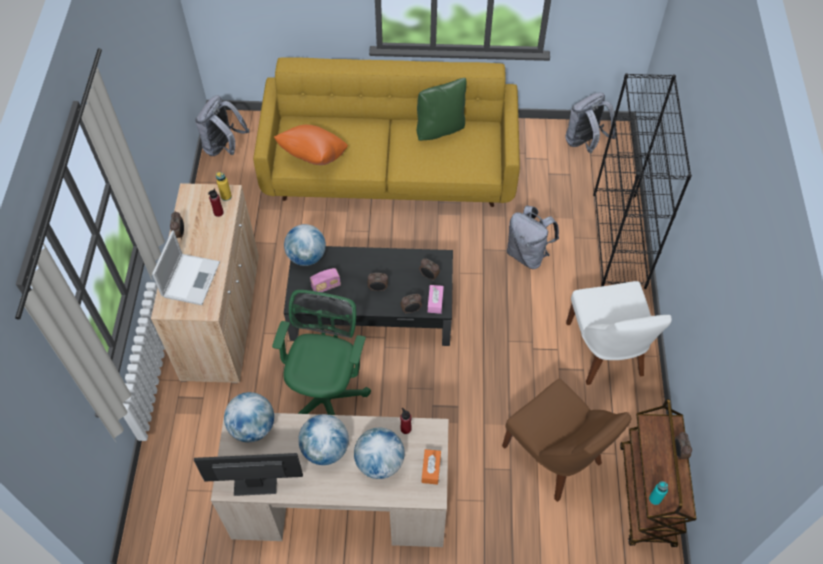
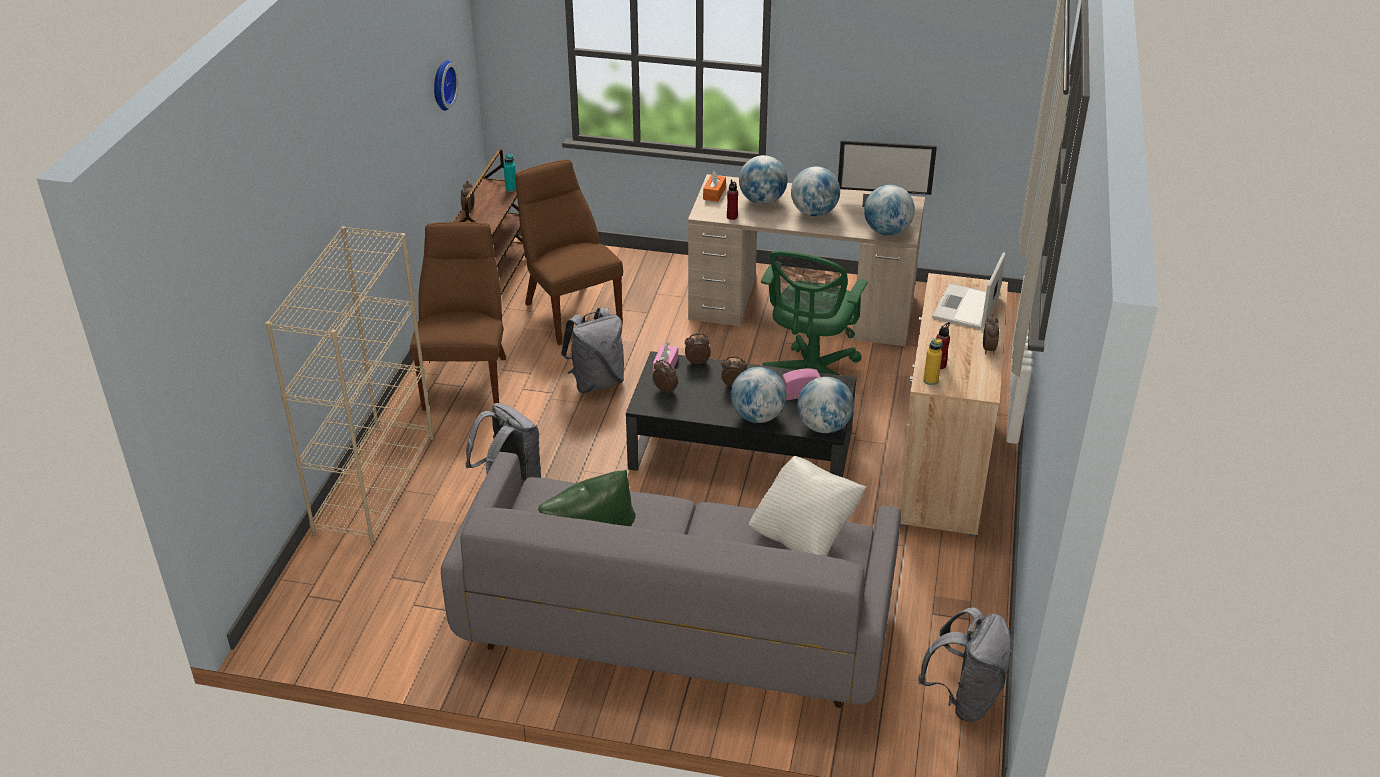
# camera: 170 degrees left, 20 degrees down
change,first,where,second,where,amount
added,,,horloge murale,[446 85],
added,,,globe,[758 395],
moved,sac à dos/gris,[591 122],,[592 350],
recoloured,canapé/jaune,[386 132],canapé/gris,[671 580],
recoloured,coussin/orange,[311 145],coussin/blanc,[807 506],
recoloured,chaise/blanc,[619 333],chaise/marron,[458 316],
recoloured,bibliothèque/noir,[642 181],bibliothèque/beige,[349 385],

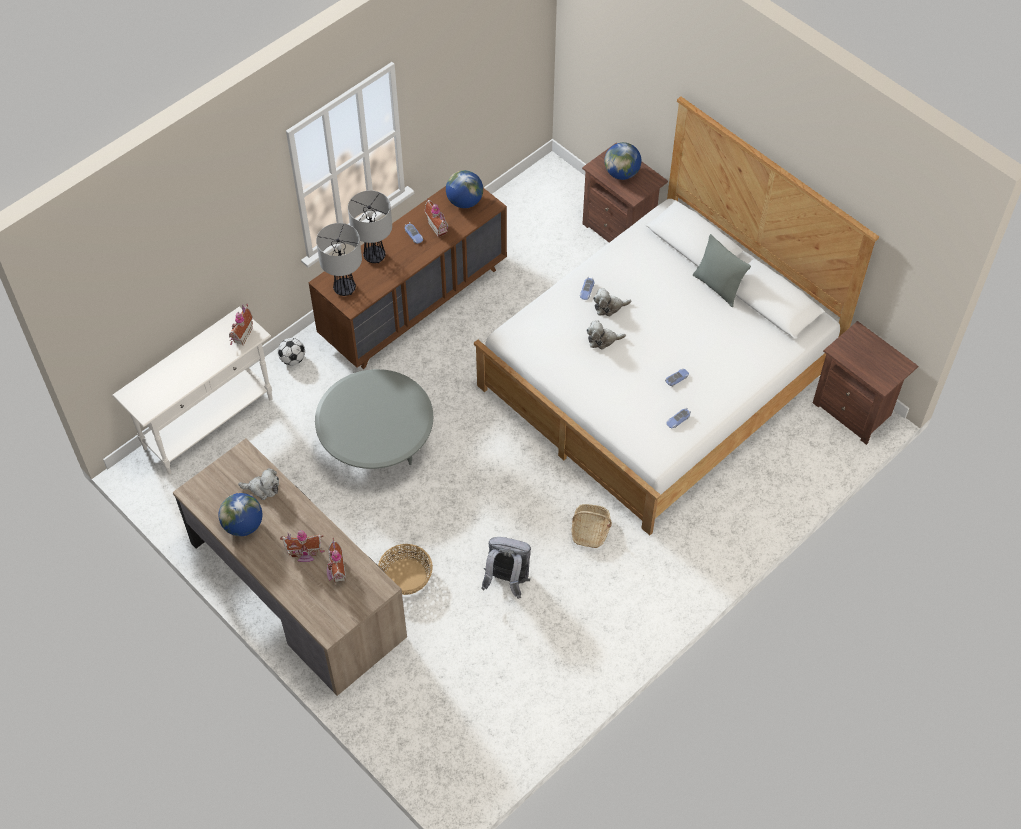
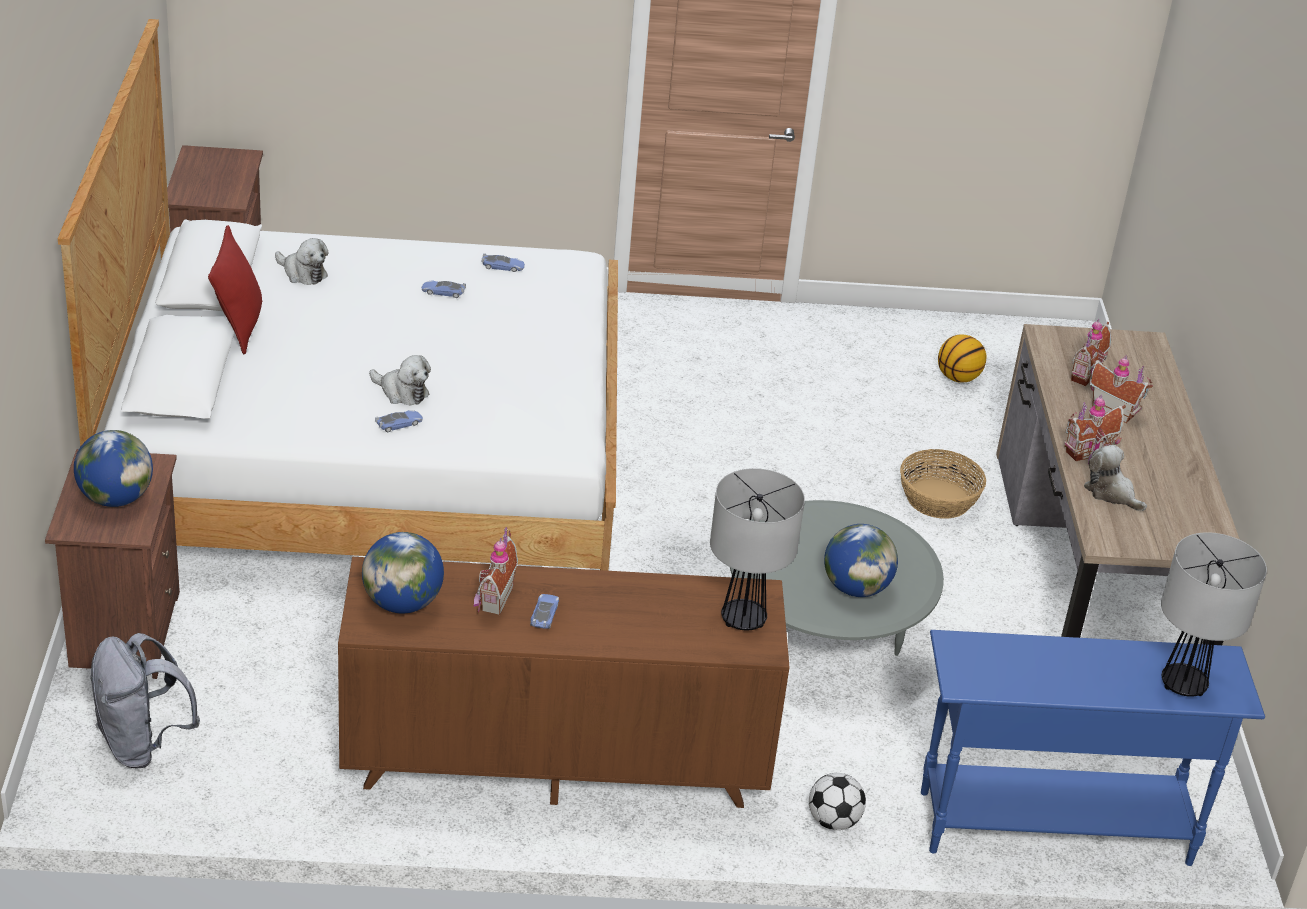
# camera: 140 degrees left, 20 degrees down
change,first,where,second,where,amount
removed,panier,[591 526],,,
added,,,ballon de basket,[962 358],
moved,globe,[240 514],,[861 560],
moved,maison miniature,[241 324],,[1095 429],
moved,lampe de table,[370 226],,[1214 614],
moved,sac à dos/gris,[506 568],,[145 700],
moved,peluche,[606 335],,[302 261],
recoloured,table console/blanc,[192 391],table console/bleu,[1093 748],
recoloured,coussin/gris,[722 270],coussin/rouge,[235 289],

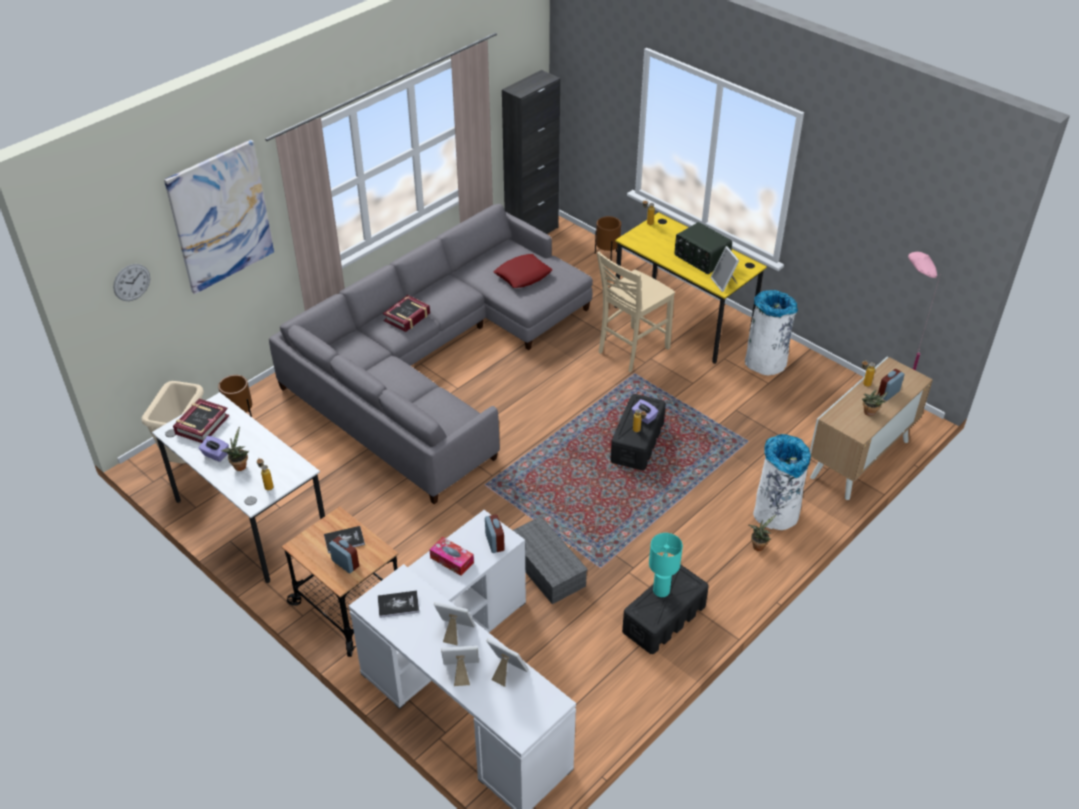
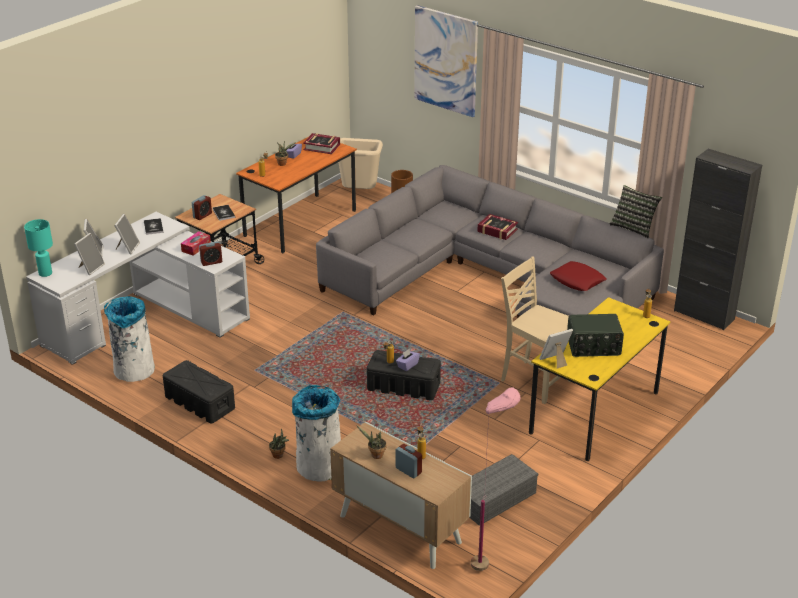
# camera: 85 degrees right, 10 degrees down
change,first,where,second,where,amount
removed,horloge murale,[131 282],,,
removed,cache-pot/marron,[608 238],,,
added,,,coussin,[636 212],
moved,boîte de rangement/gris,[550 560],,[503 490],
moved,lampe de table/turquoise,[666 565],,[38 248],
moved,poubelle/blanc,[771 332],,[129 339],
recoloured,bureau/blanc,[238 487],bureau/orange,[296 195],
turned,radio,[703 248],,[595 335],135 degrees counterclockwise

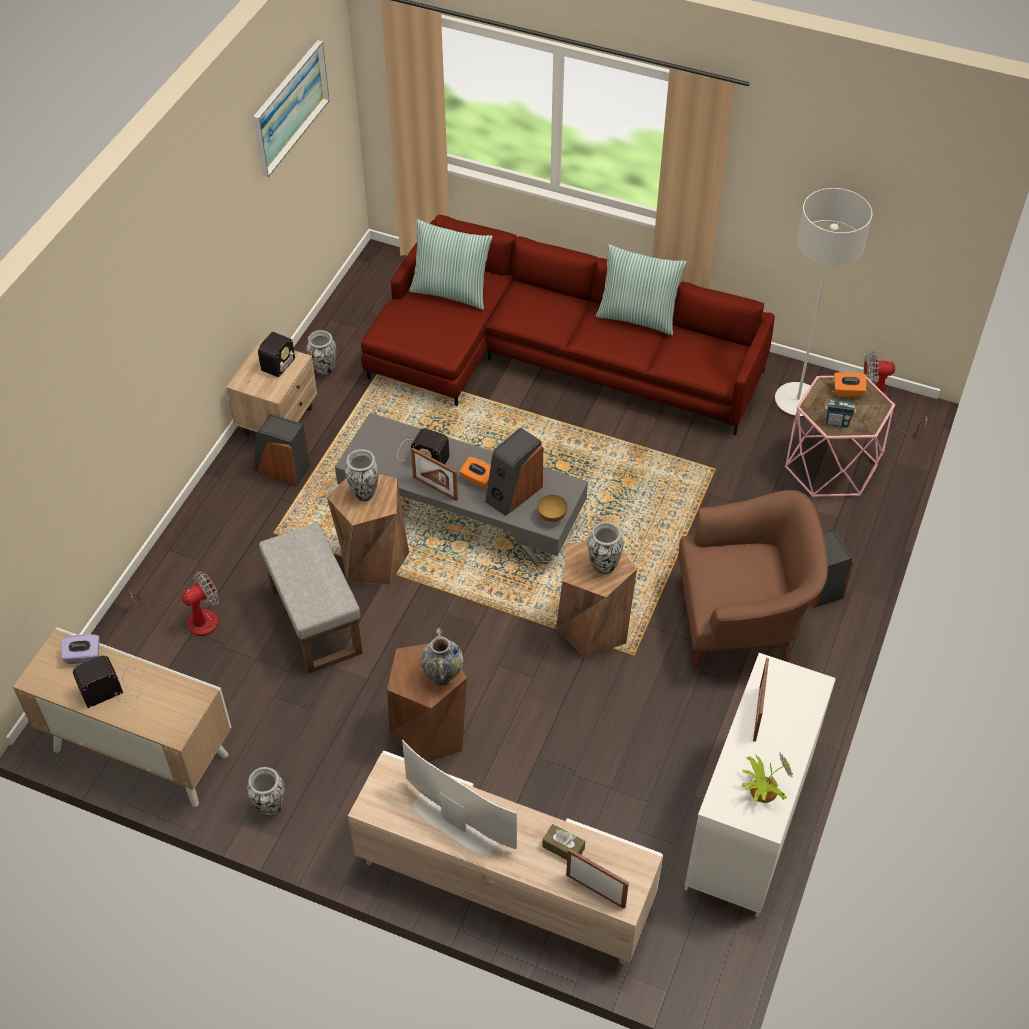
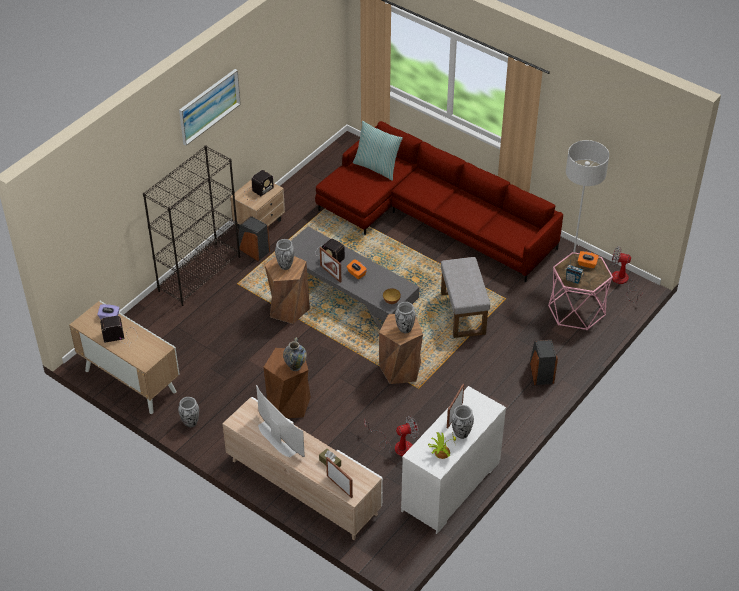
# camera: 15 degrees right, 5 degrees down
change,first,where,second,where,amount
removed,enceinte,[514 471],,,
removed,coussin,[641 289],,,
removed,fauteuil/marron,[753 578],,,
added,,,bibliothèque/noir,[191 226],
moved,ventilateur,[173 603],,[391 436],
moved,tableau,[291 109],,[210 107],
moved,pouf/gris,[311 598],,[465 297],
moved,vase,[321 353],,[462 422],

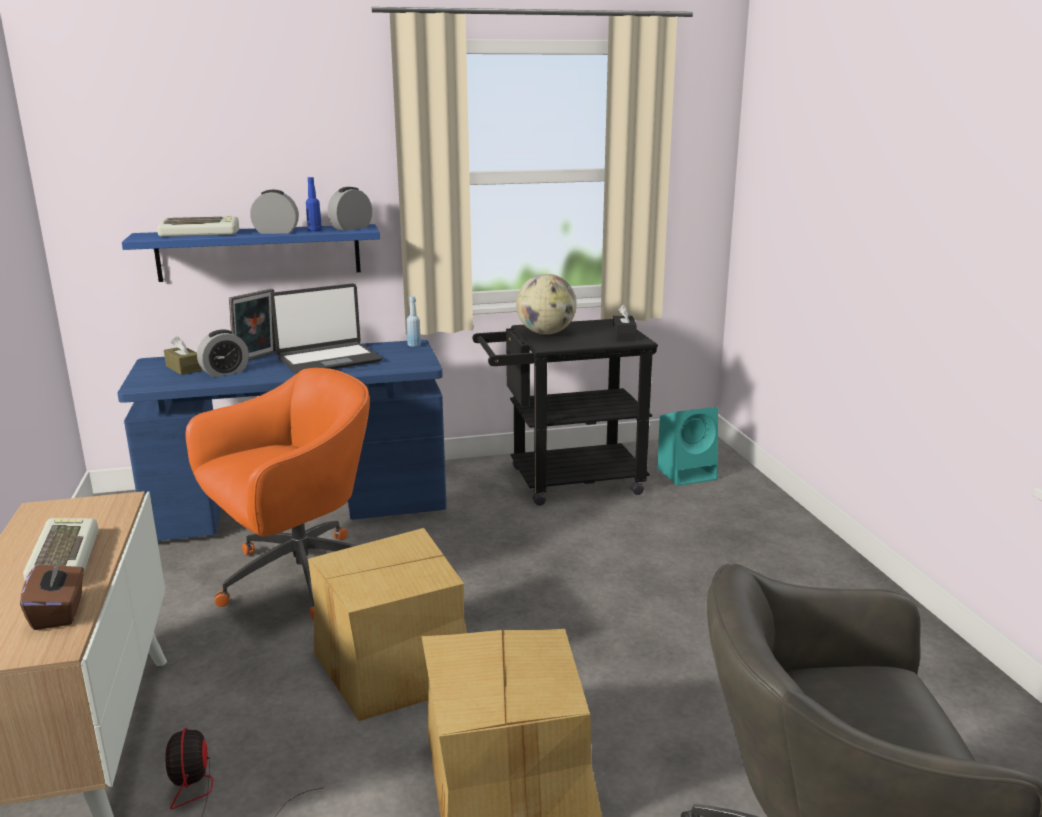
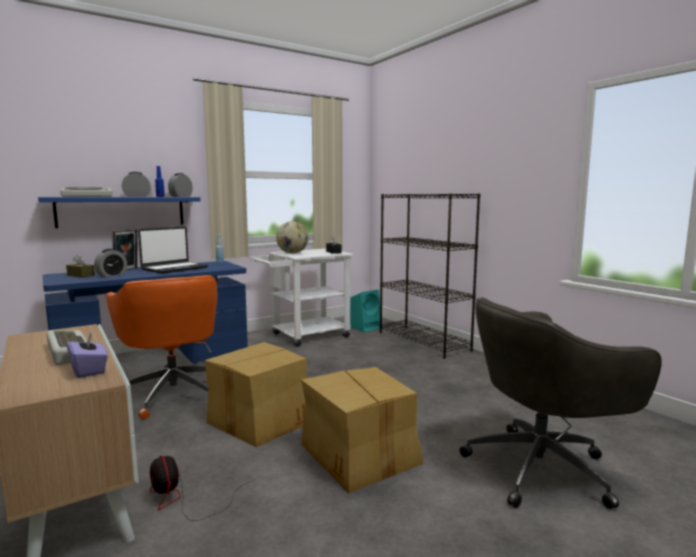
# camera: 20 degrees left, 10 degrees down
change,first,where,second,where,amount
added,,,bibliothèque/noir,[430 276],
recoloured,boîte à mouchoirs/marron,[52 592],boîte à mouchoirs/violet,[87 354],
recoloured,chariot/noir,[565 412],chariot/blanc,[302 298],
turned,chaise de bureau/orange,[277 494],,[162 347],120 degrees clockwise

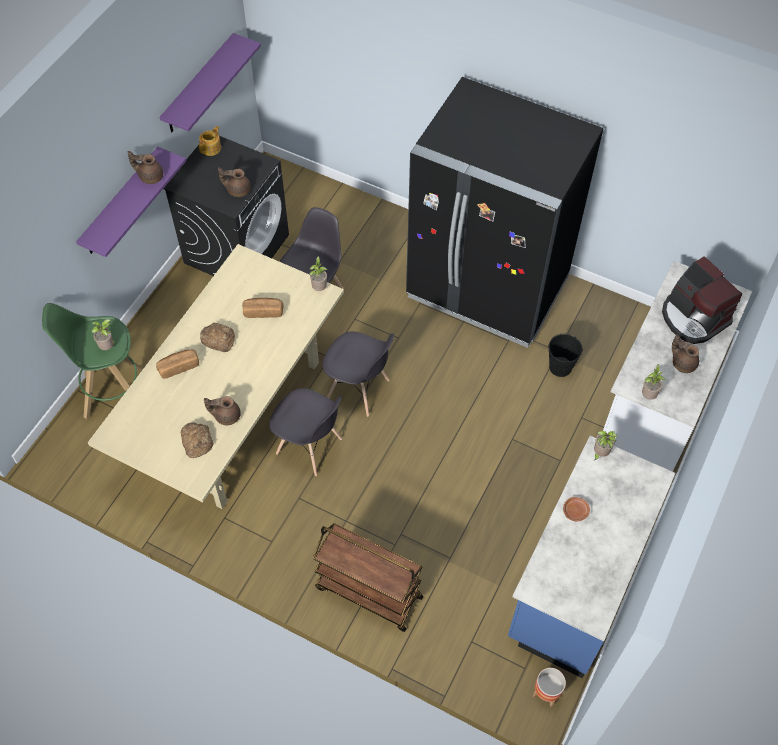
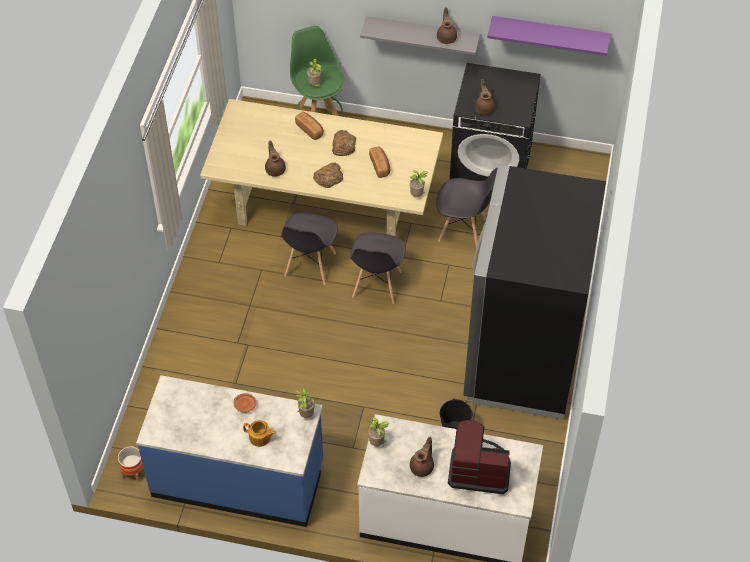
# camera: 75 degrees right, 5 degrees down
change,first,where,second,where,amount
removed,chariot/marron,[368 577],,,
moved,pain,[197 440],,[328 175],
moved,théière,[210 141],,[259 433],
recoloured,étagère/violet,[131 202],étagère/gris,[420 35],
turned,machine à café,[702 300],,[479 457],60 degrees clockwise

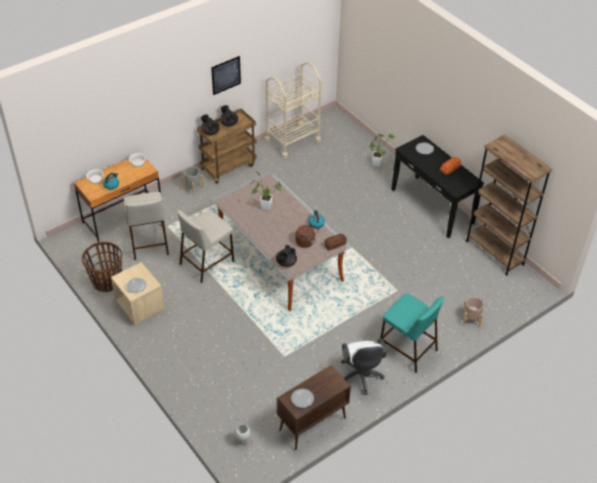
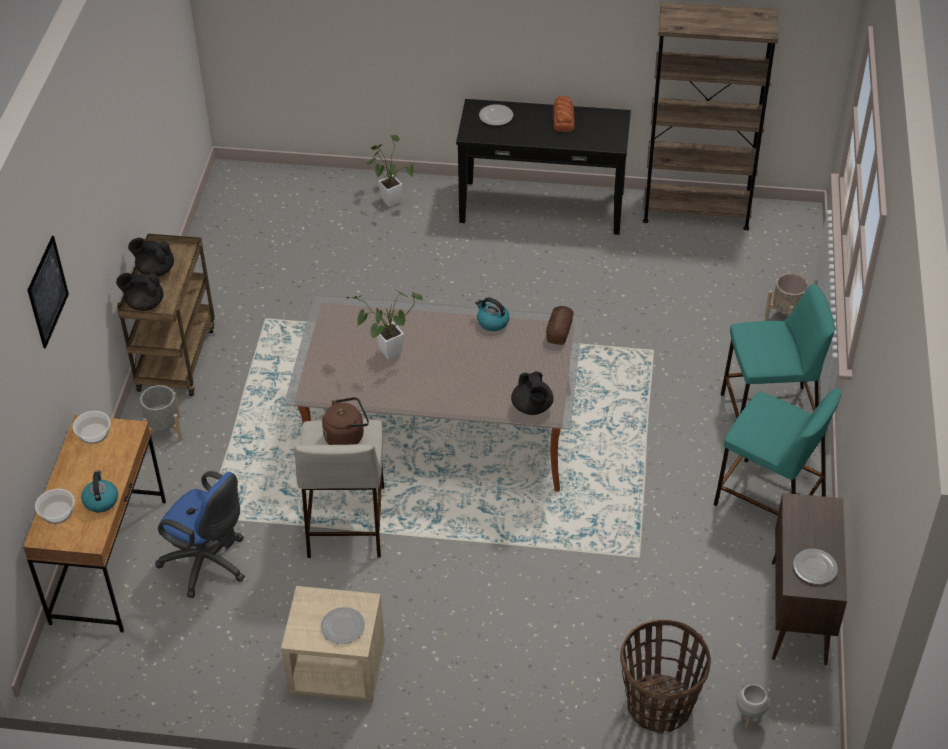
# camera: 45 degrees left, 0 degrees up
change,first,where,second,where,amount
removed,chariot/beige,[293 110],,,
moved,panier,[102 267],,[665 676],
moved,tableau,[226 75],,[48 292],
moved,bouilloire/marron,[307 236],,[345 421],
replaced,tabouret/beige,[146 226],chaise de bureau/bleu,[200 534],
replaced,chaise de bureau/blanc,[364 366],tabouret/turquoise,[777 451],

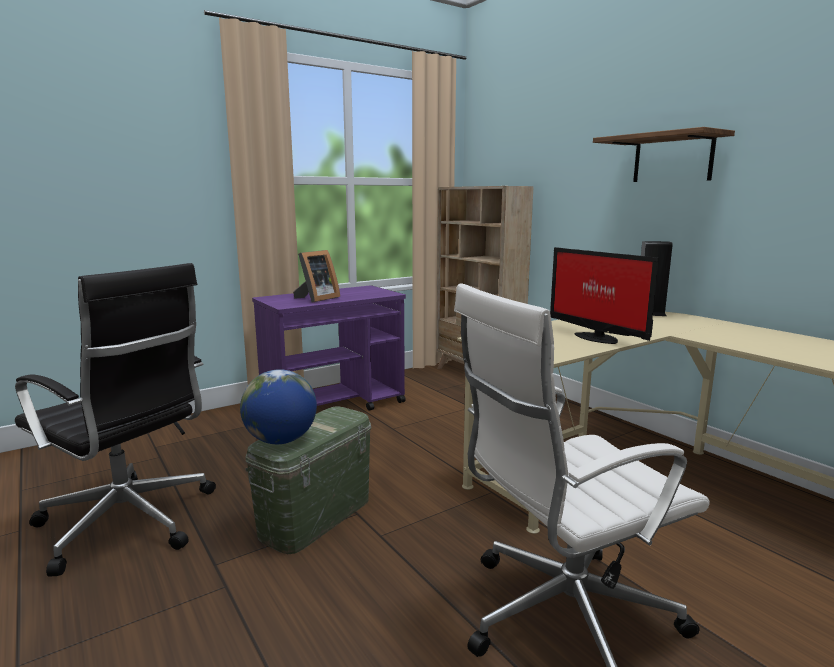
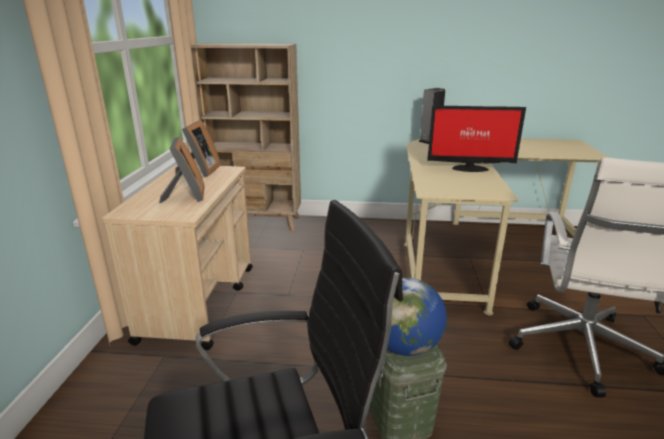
# camera: 50 degrees left, 10 degrees up
change,first,where,second,where,amount
removed,étagère,[664 154],,,
added,,,cadre photo,[198 148],
recoloured,chariot/violet,[329 348],chariot/beige,[177 257],

